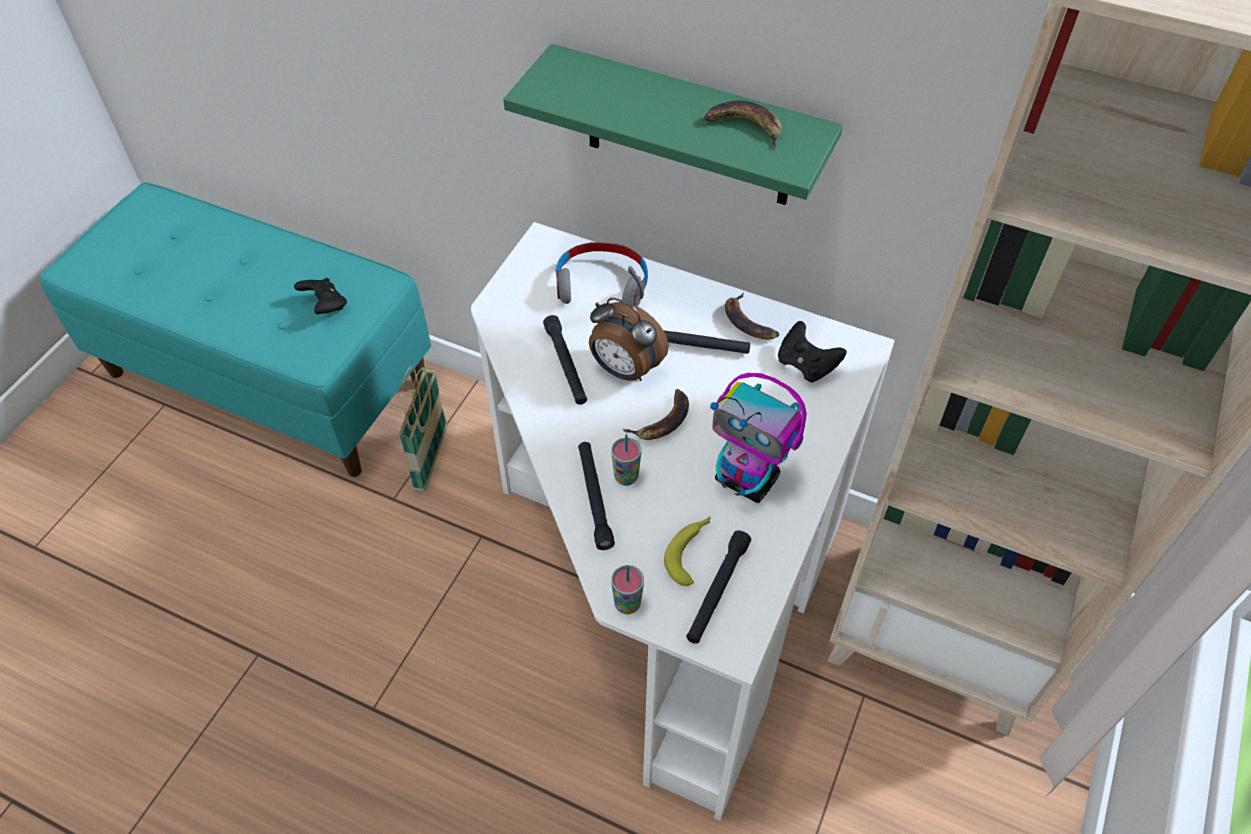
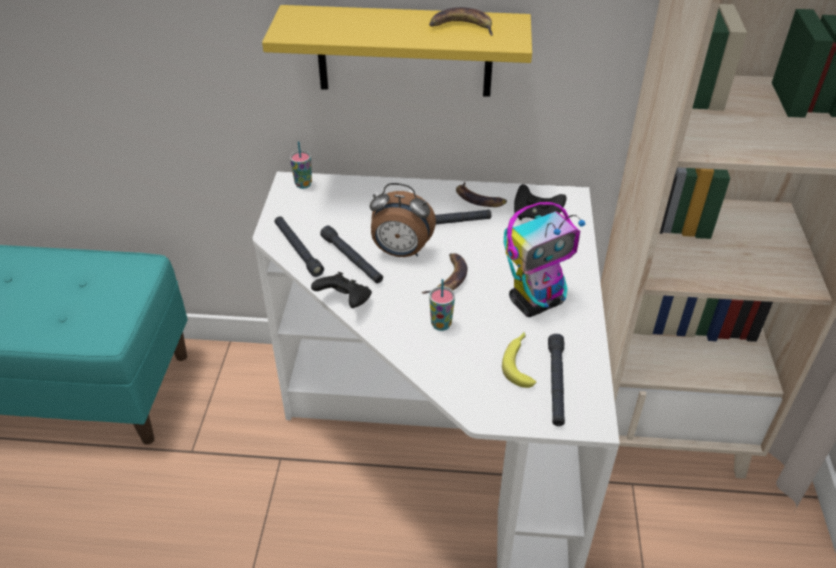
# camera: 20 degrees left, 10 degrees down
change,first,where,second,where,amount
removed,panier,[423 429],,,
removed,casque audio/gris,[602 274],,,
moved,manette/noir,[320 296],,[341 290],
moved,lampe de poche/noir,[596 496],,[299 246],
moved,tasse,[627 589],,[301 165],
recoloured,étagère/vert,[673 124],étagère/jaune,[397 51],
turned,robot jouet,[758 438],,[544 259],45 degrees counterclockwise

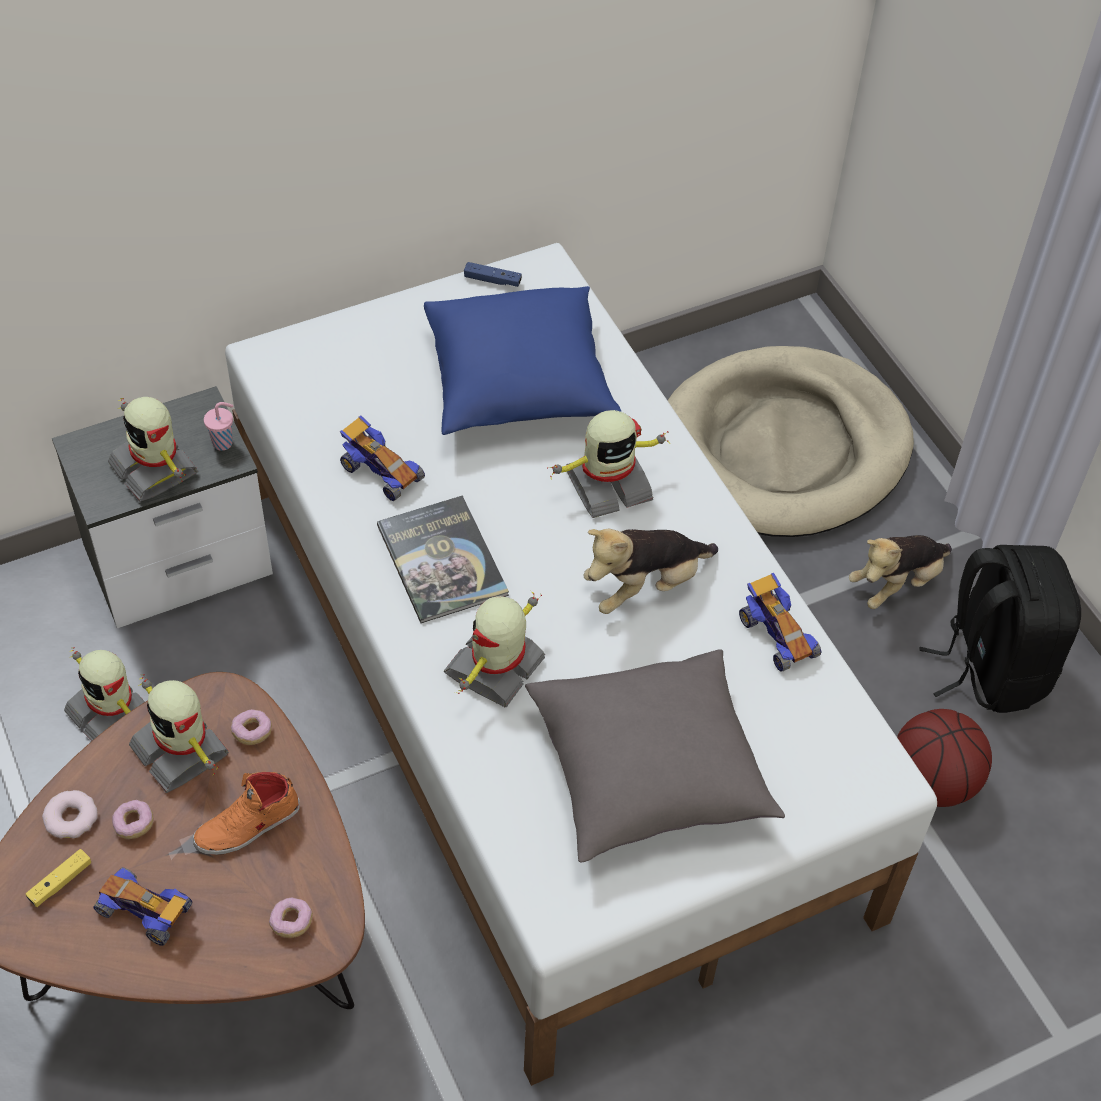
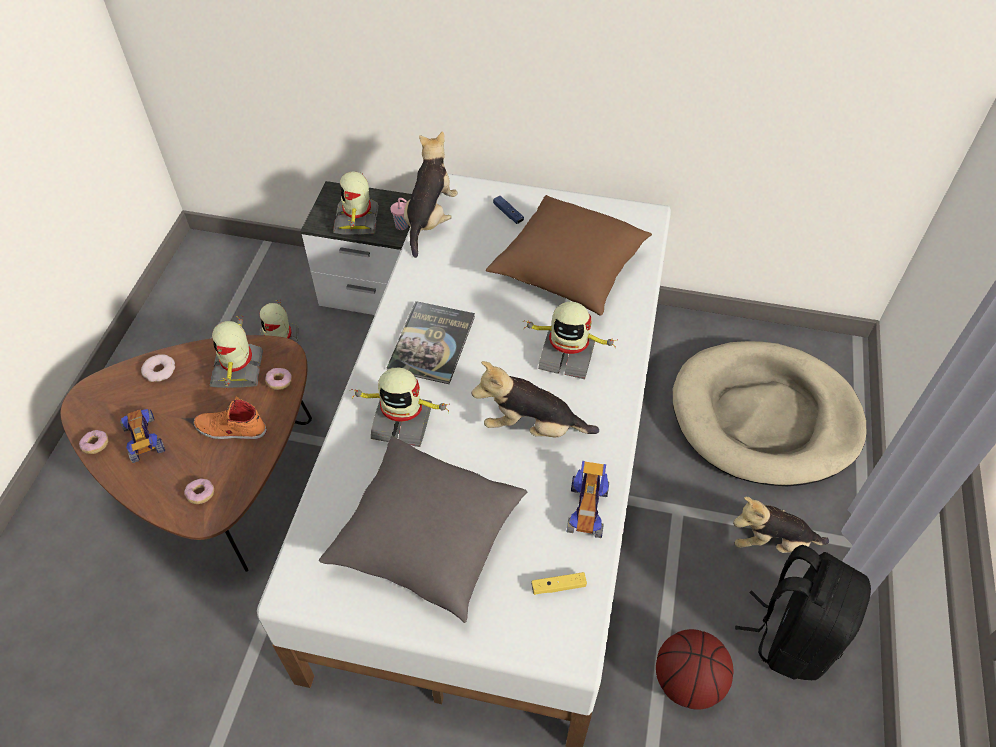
# camera: 40 degrees right, 0 degrees up
change,first,where,second,where,amount
removed,petite voiture,[382 458],,,
added,,,peluche,[431 194],
moved,manette/jaune,[58 878],,[559 583],
moved,beignet,[132 819],,[94 442],
moved,manette/bleu,[493 274],,[508 210],
recoloured,coussin/bleu,[522 360],coussin/marron,[569 255],
turned,robot jouet,[494 649],,[400 407],150 degrees counterclockwise

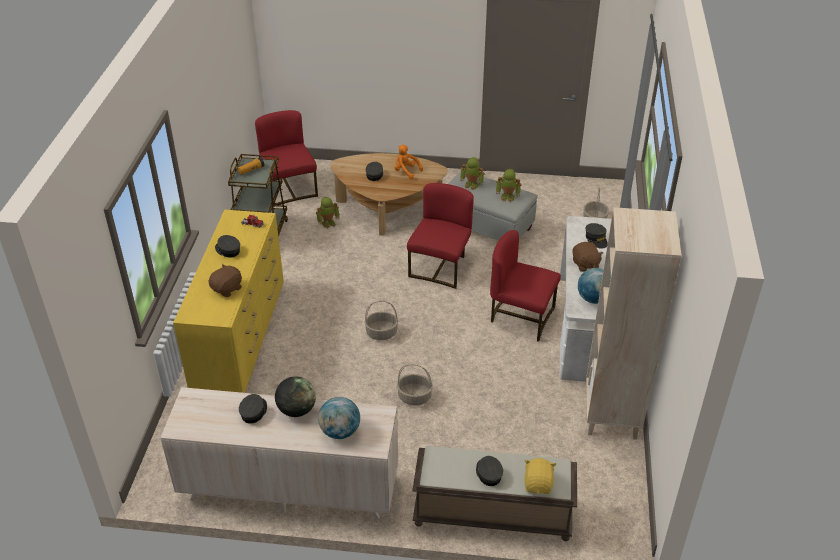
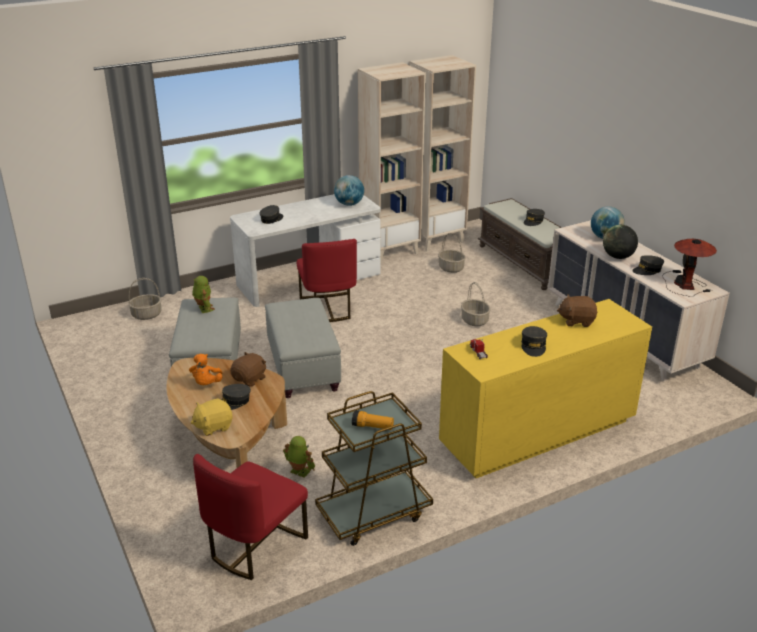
# camera: 125 degrees left, 10 degrees down
change,first,where,second,where,amount
removed,robot jouet,[472 173],,,
added,,,bibliothèque/beige,[442 153],
added,,,lampe de table,[689 268],
moved,panier,[381 320],,[451 253],
moved,peluche/jaune,[540 476],,[212 417],
moved,peluche/marron,[587 257],,[248 369],
replaced,chaise/rouge,[440 236],pouf/gris,[303 348],

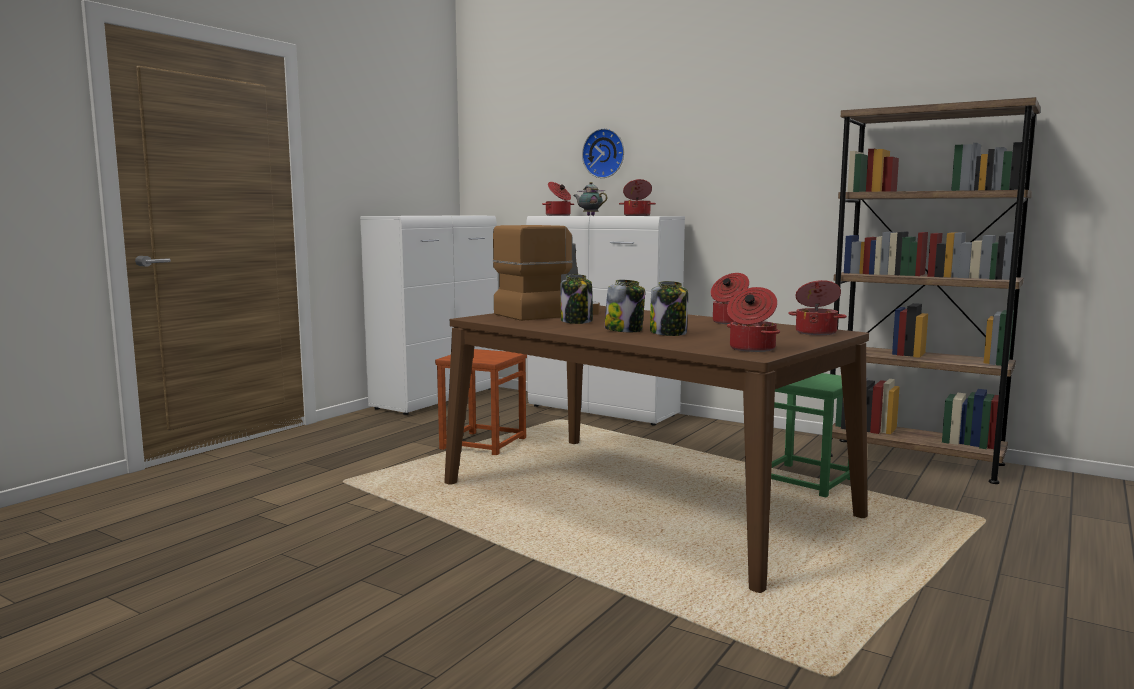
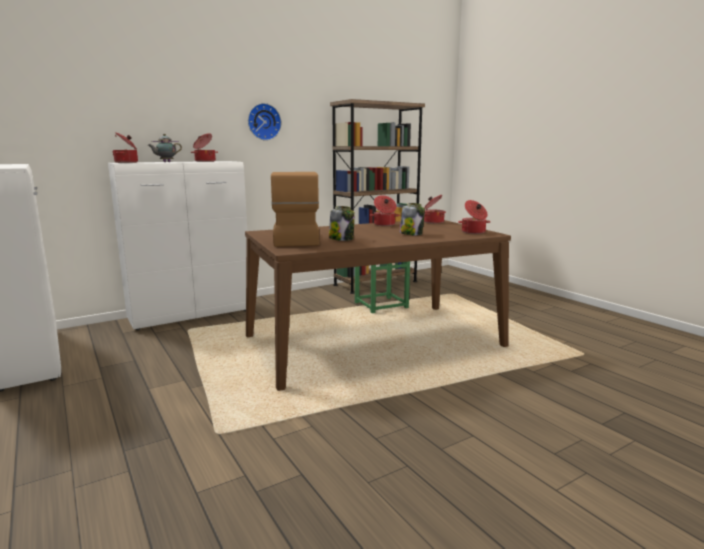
# camera: 65 degrees left, 5 degrees up
change,first,where,second,where,amount
removed,tabouret/marron,[481 402],,,
removed,bocal,[625 306],,,
moved,horloge murale,[603 153],,[265 122],

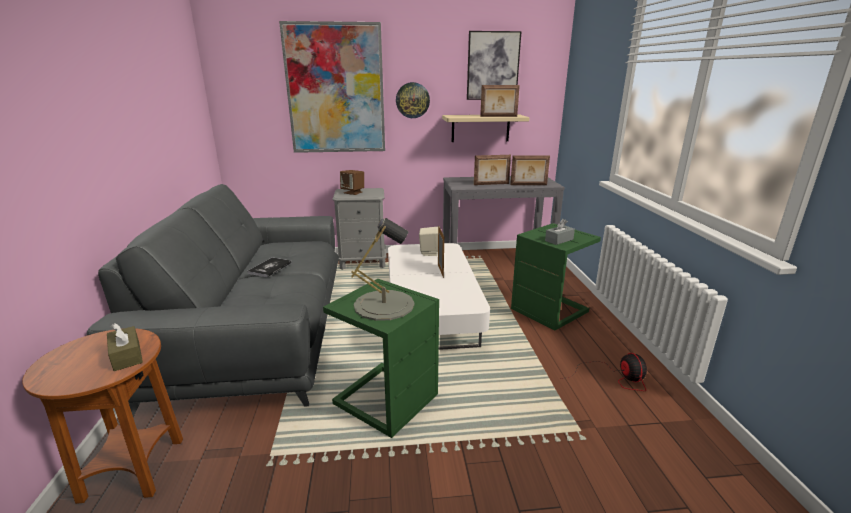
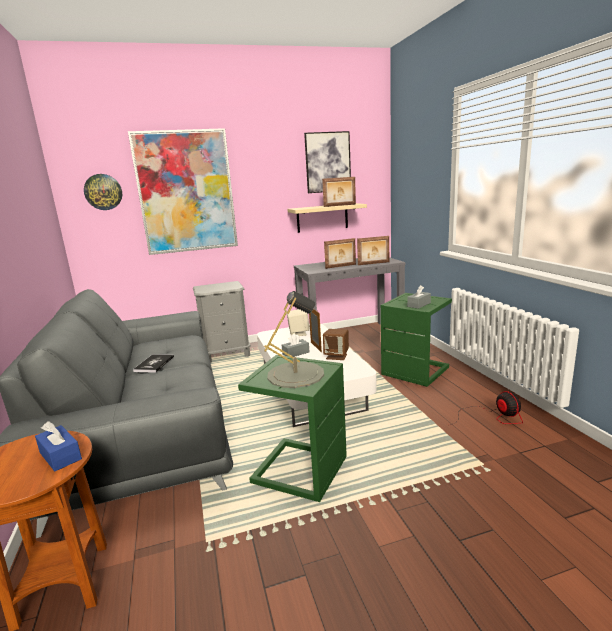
# camera: 10 degrees left, 5 degrees down
change,first,where,second,where,amount
added,,,boîte à mouchoirs/gris,[295 345],
moved,enceinte/marron,[352 182],,[336 344],
moved,horloge murale,[413 100],,[103 192],
recoloured,boîte à mouchoirs/marron,[125 347],boîte à mouchoirs/bleu,[58 446],

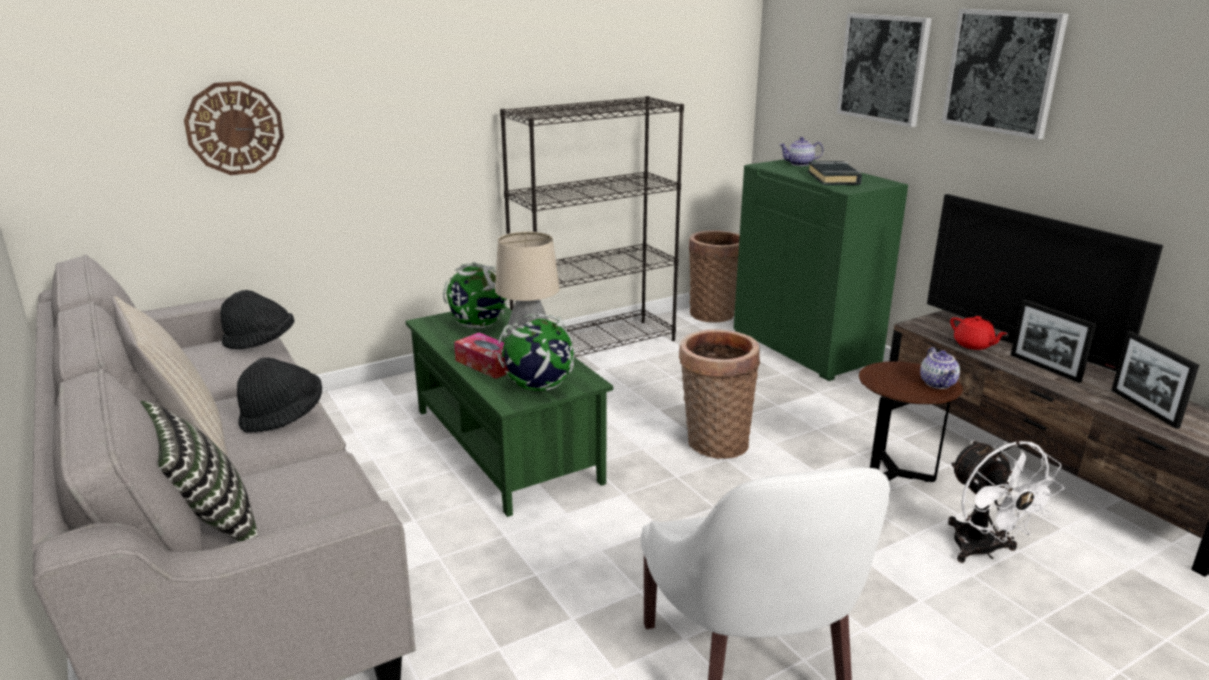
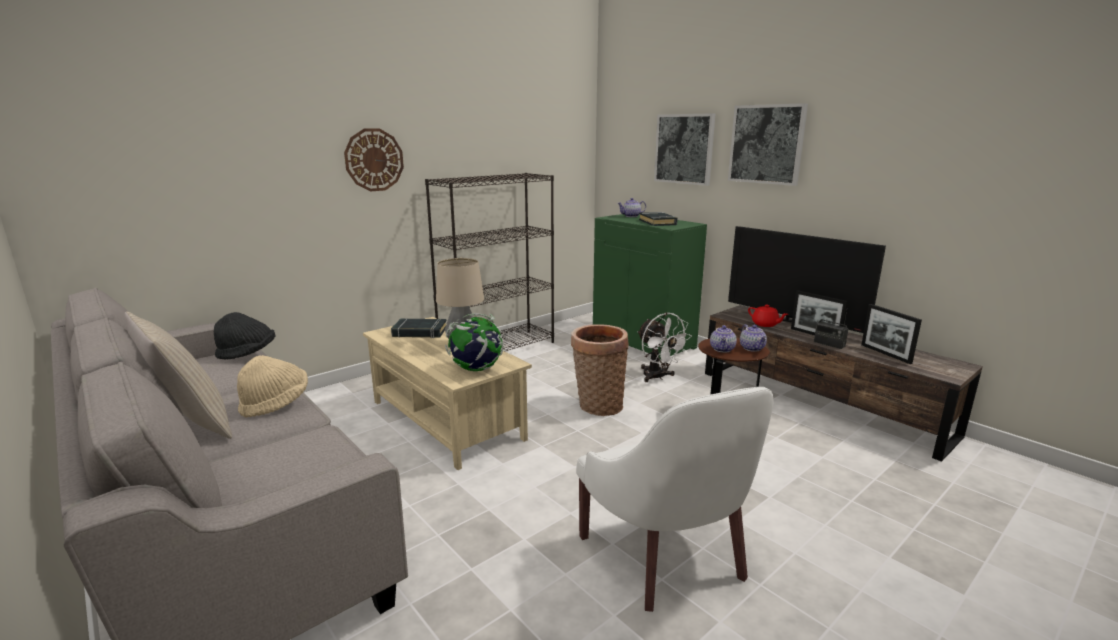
# camera: 10 degrees left, 5 degrees down
change,first,where,second,where,amount
removed,coussin,[199 471],,,
removed,boîte à mouchoirs,[481 356],,,
removed,panier,[714 277],,,
added,,,théière,[723 339],
added,,,radio,[831 330],
moved,horloge murale,[234 128],,[374 160],
moved,ventilateur/blanc,[1006 501],,[664 347],
replaced,globe,[475 295],livre/noir,[418 328],
recoloured,chapeau/noir,[279 395],chapeau/beige,[272 386],
recoloured,table basse/vert,[509 411],table basse/beige,[447 393],

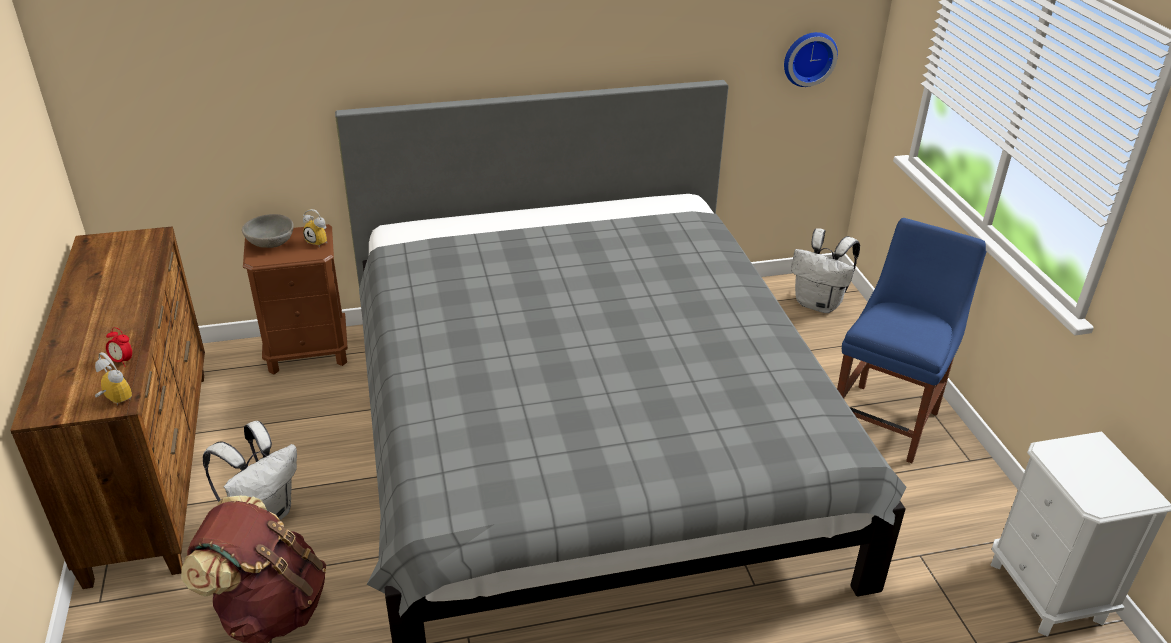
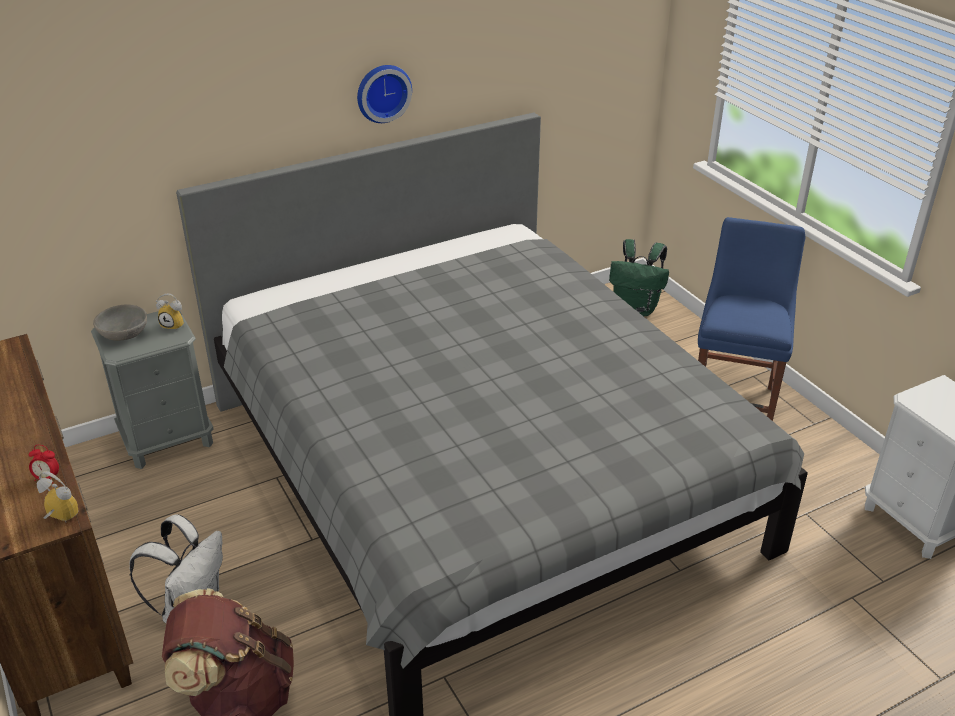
# camera: 15 degrees left, 0 degrees up
change,first,where,second,where,amount
moved,horloge murale,[811 59],,[384 94],
recoloured,table de chevet/marron,[295 299],table de chevet/gris,[152 390],
recoloured,sac à dos/blanc,[825 270],sac à dos/vert,[639 277],

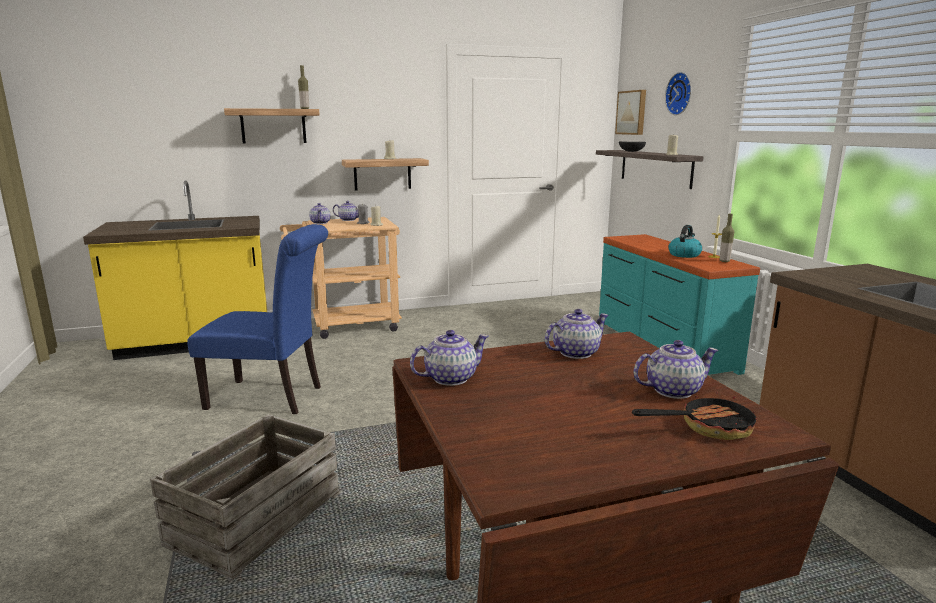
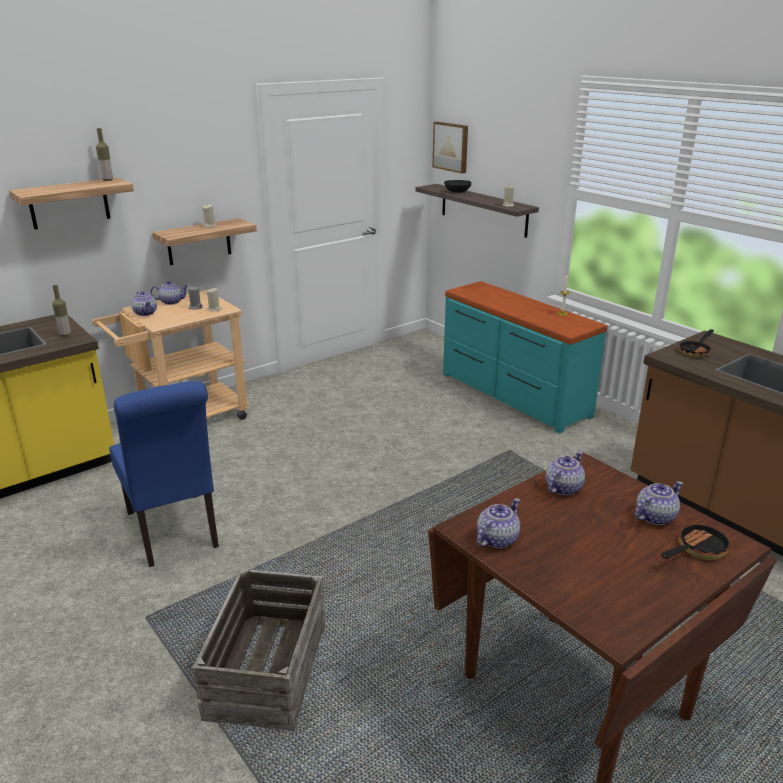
# camera: 20 degrees left, 10 degrees up
change,first,where,second,where,amount
removed,horloge murale,[678 93],,,
removed,bouilloire,[685 241],,,
added,,,poêle,[696 343],
moved,bouteille,[727 238],,[61 310],
turned,chaise/bleu,[257 319],,[164 474],75 degrees clockwise

